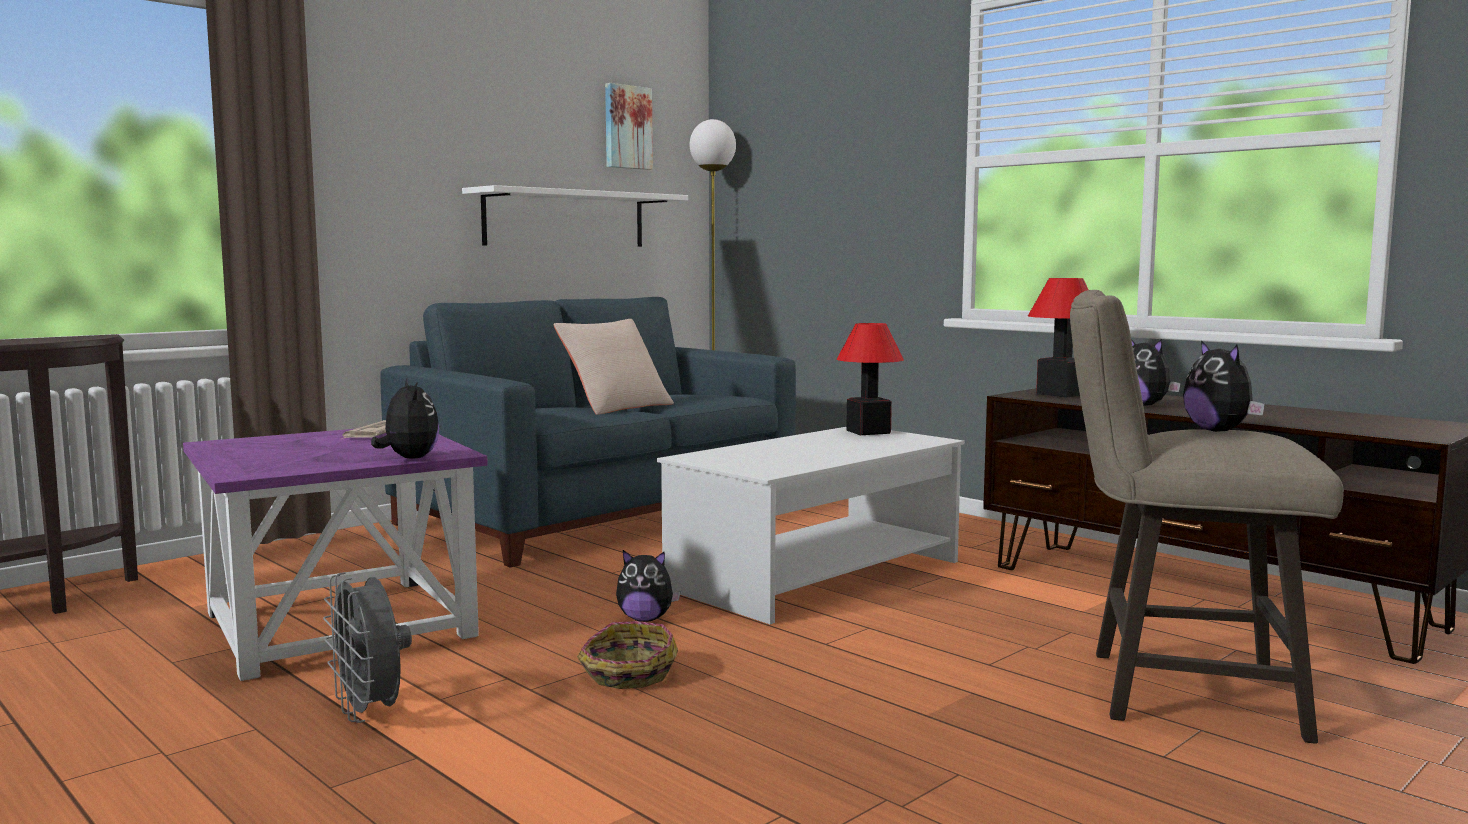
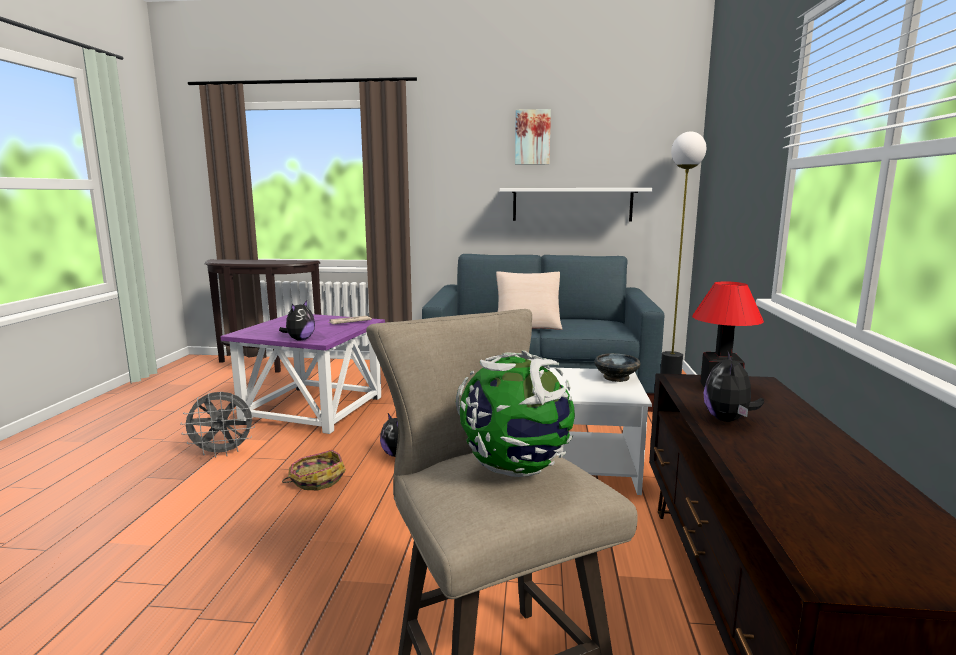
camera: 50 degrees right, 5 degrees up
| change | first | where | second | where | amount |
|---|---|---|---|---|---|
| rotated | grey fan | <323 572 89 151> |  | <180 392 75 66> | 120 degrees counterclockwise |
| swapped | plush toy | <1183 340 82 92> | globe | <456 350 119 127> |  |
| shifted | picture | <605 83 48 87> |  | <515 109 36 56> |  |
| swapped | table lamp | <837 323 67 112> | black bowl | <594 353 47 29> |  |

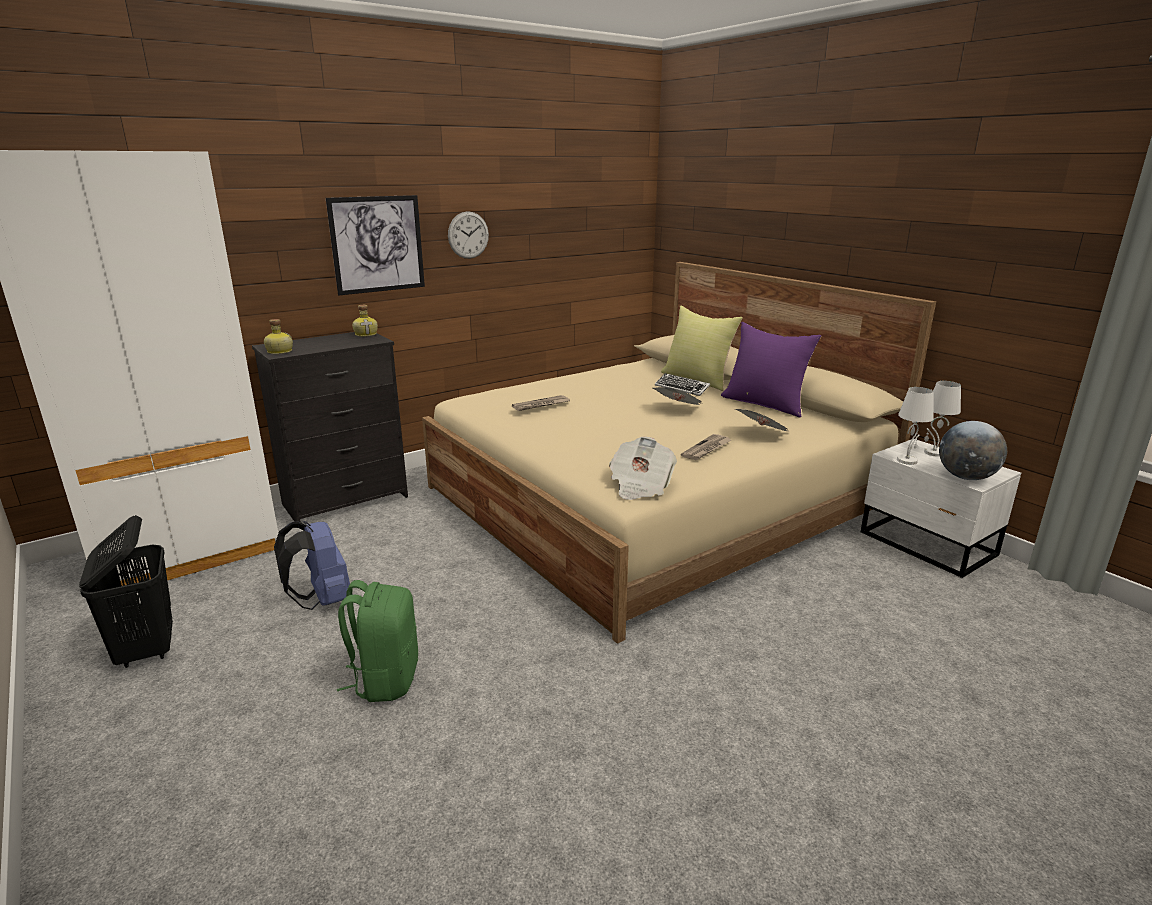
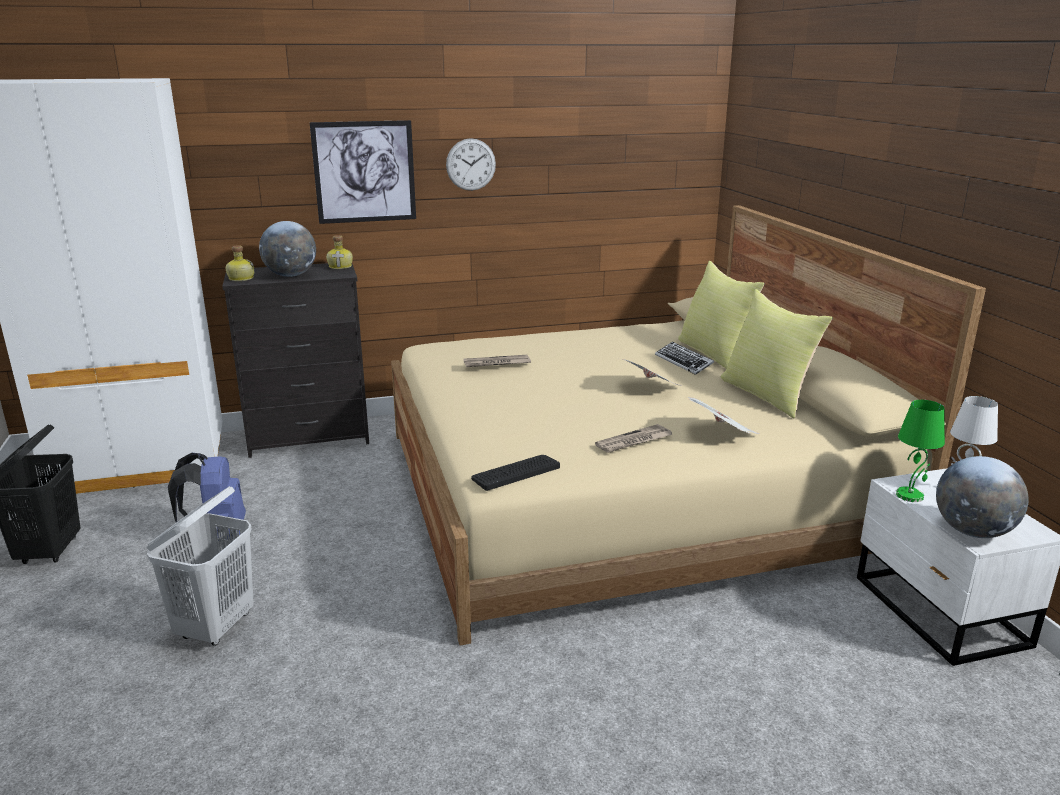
camera: 20 degrees right, 0 degrees up
| change | first | where | second | where | amount |
|---|---|---|---|---|---|
| swapped | green backpack | <337 580 81 122> | white laundry basket | <146 486 108 160> |  |
| new |  |  | globe | <259 221 57 56> |  |
| swapped | newspaper | <609 436 68 64> | keyboard | <471 455 89 36> |  |
| repainted | purple pillow | <721 322 100 96> | yellow pillow | <721 289 112 129> |  |
| repainted | white table lamp | <897 387 36 78> | green table lamp | <896 400 49 102> |  |

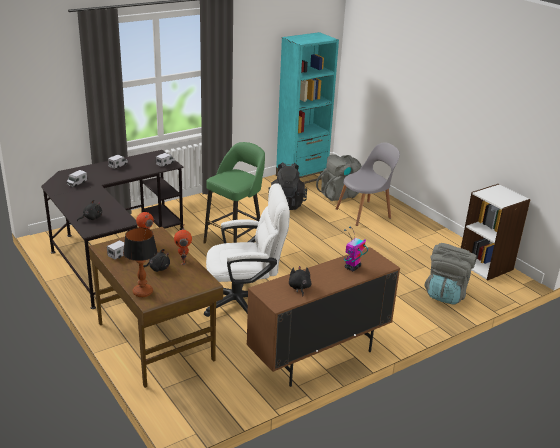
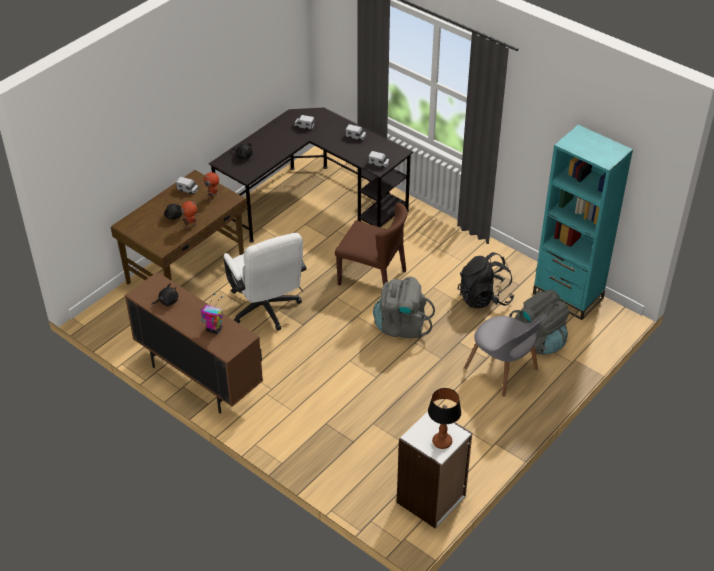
camera: 75 degrees right, 15 degrees up
| change | first | where | second | where | amount |
|---|---|---|---|---|---|
| swapped | green stool | <203 142 62 102> | brown chair | <335 203 73 83> |  |
| shifted | grey backpack | <424 243 53 62> |  | <373 277 62 62> |  |
| shifted | table lamp | <123 227 34 70> |  | <428 388 33 61> |  |

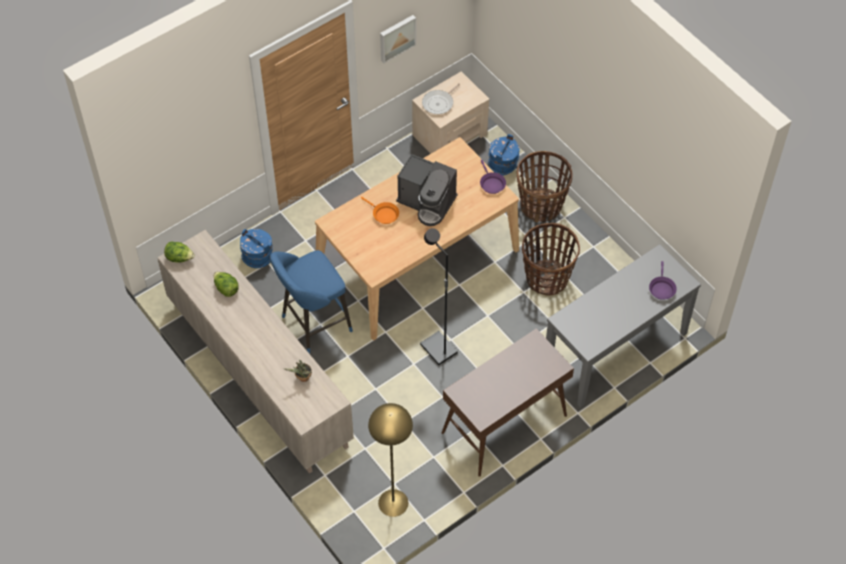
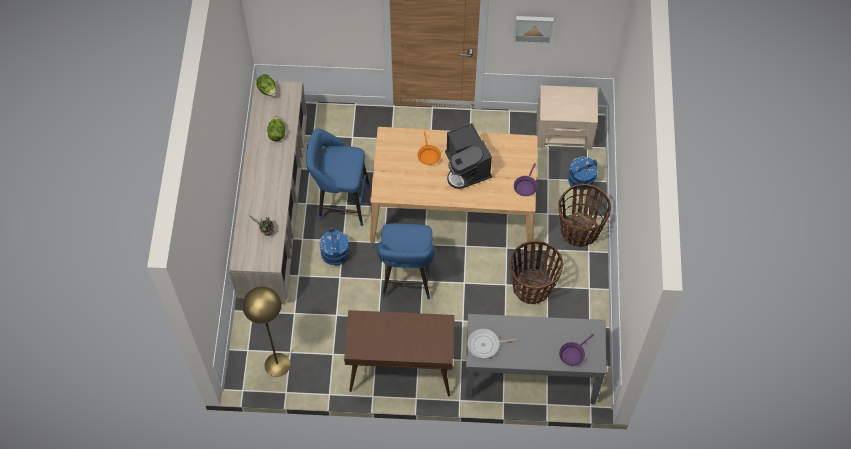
camera: 40 degrees right, 5 degrees up
| change | first | where | second | where | amount |
|---|---|---|---|---|---|
| shifted | blue bucket | <240 229 33 39> |  | <319 228 30 37> |  |
| swapped | black floor lamp | <420 228 38 137> | blue stool | <377 223 58 76> |  |
| shifted | frying pan | <422 84 38 30> |  | <467 329 50 29> |  |

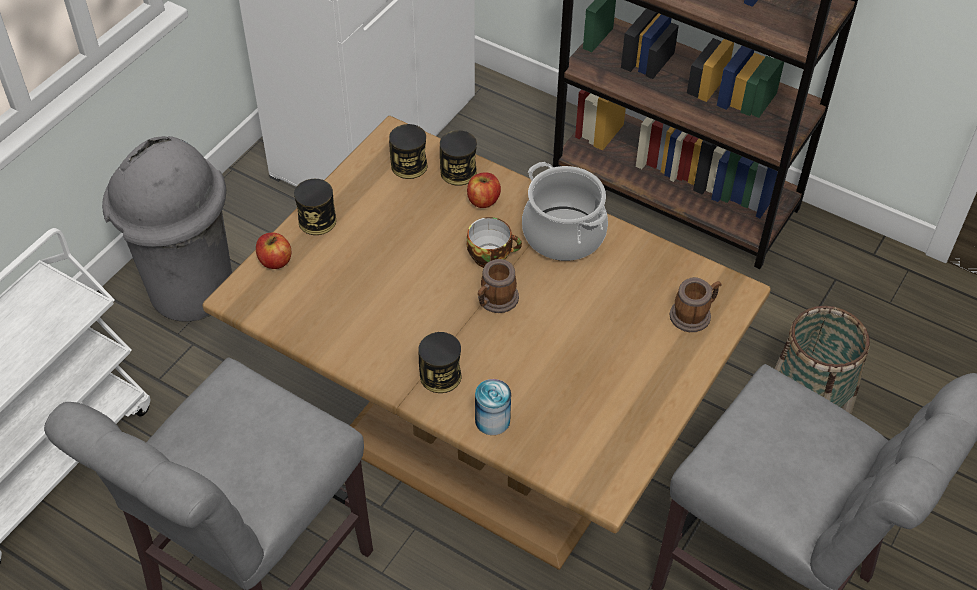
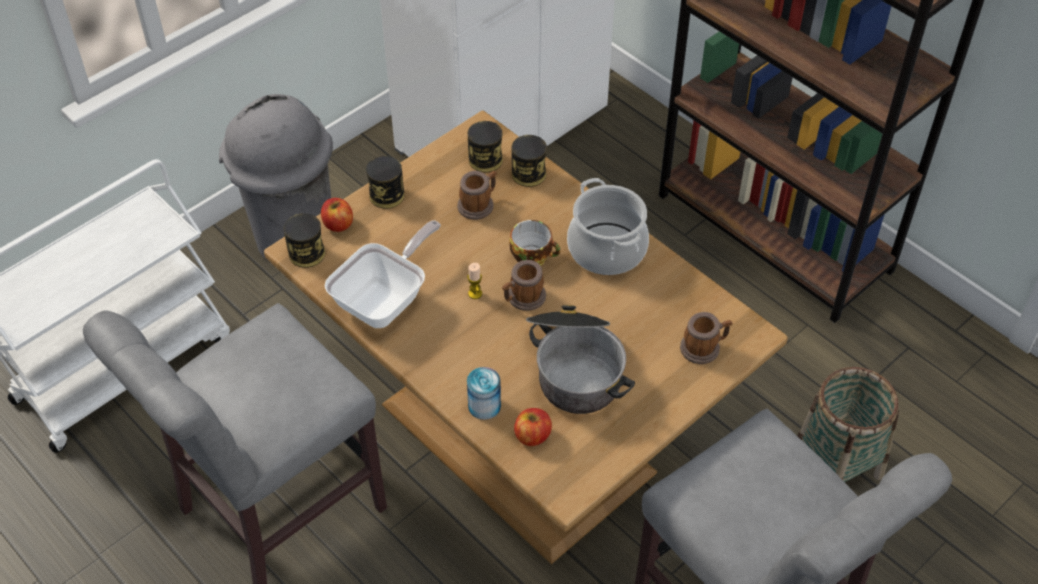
camera: 15 degrees right, 0 degrees up
| change | first | where | second | where | amount |
|---|---|---|---|---|---|
| shifted | can | <418 332 43 61> |  | <284 213 41 55> |  |
| new |  |  | frying pan | <325 220 116 108> |  |
| new |  |  | mug | <457 171 40 49> |  |
| new |  |  | candle | <467 263 15 36> |  |
| shifted | apple | <467 173 34 35> |  | <514 408 38 38> |  |
| new |  |  | cooking pot | <526 305 109 109> |  |

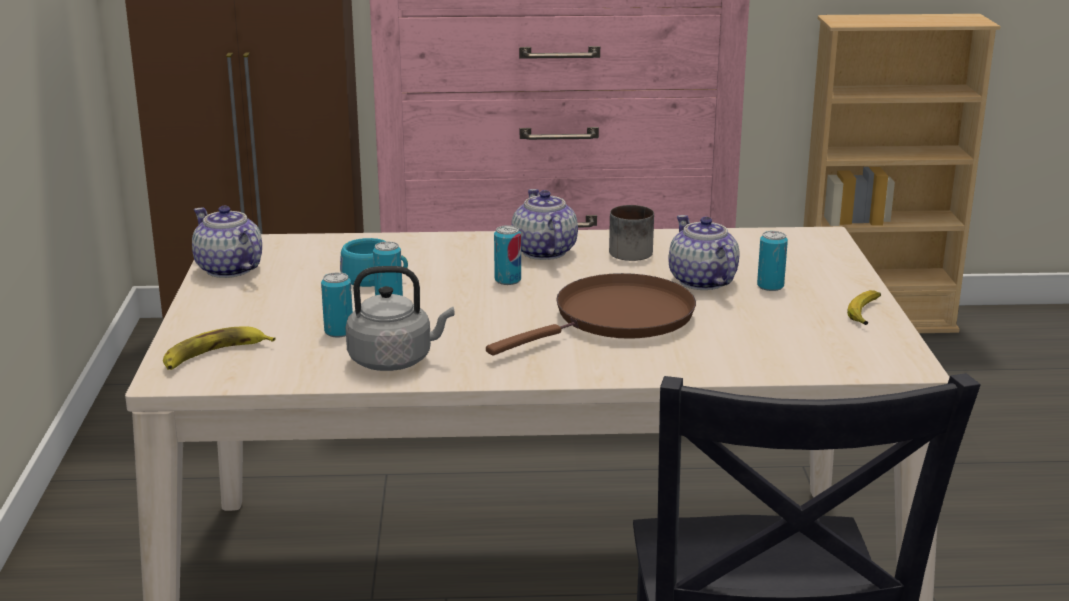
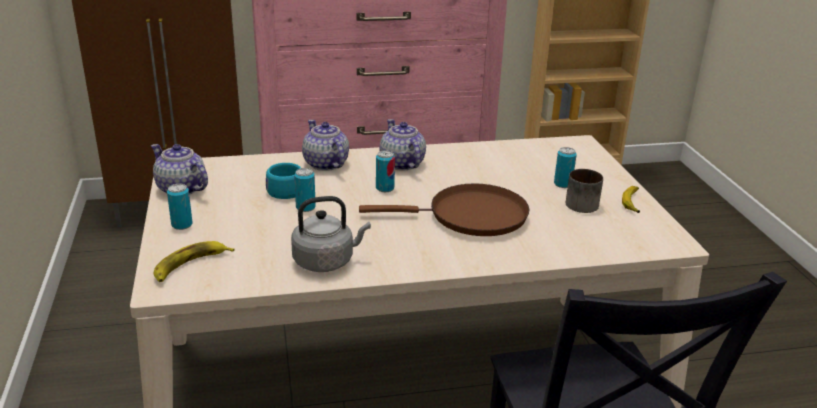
camera: 10 degrees left, 5 degrees up
| change | first | where | second | where | amount |
|---|---|---|---|---|---|
| shifted | can | <321 272 32 65> |  | <167 184 26 46> |  |
| shifted | teapot | <668 215 71 75> |  | <302 120 47 51> |  |
| rotated | brown frying pan | <486 273 210 82> |  | <359 183 170 53> | 45 degrees clockwise |
| shifted | mug | <609 205 45 56> |  | <565 169 38 44> |  |

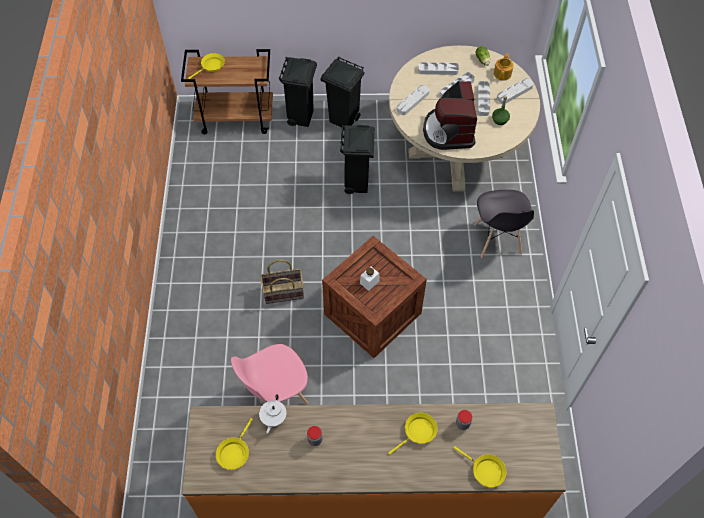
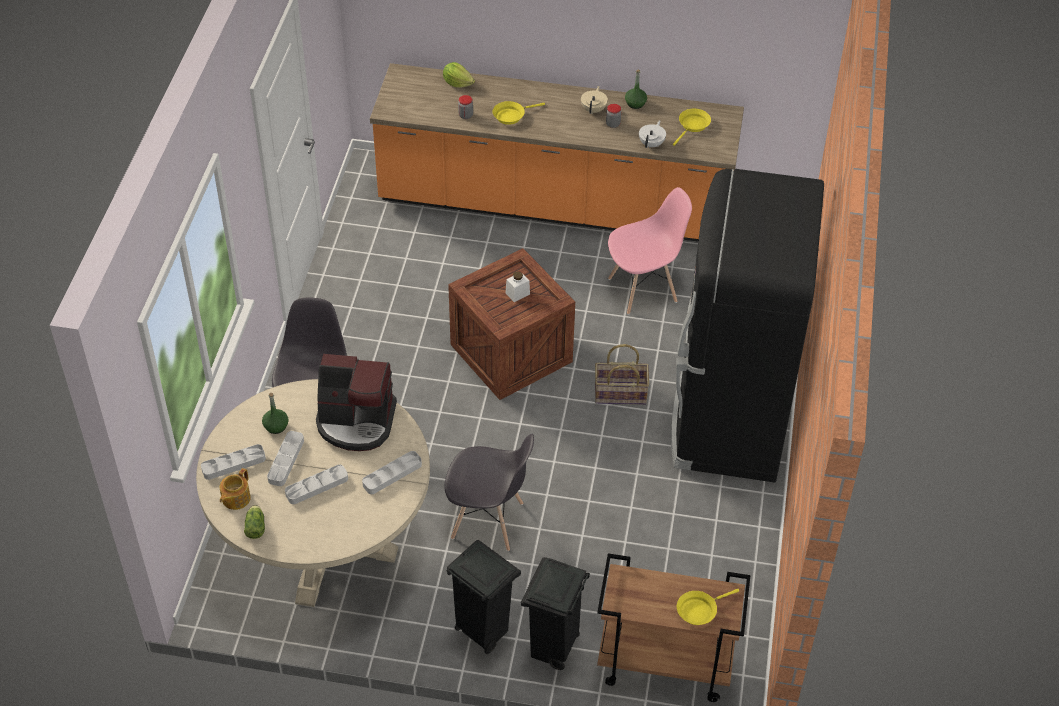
camera: 170 degrees left, 10 degrees down
| change | first | where | second | where | amount |
|---|---|---|---|---|---|
| rotated | coffee machine | <423 81 54 69> |  | <316 354 81 97> | 90 degrees clockwise |
| swapped | yellow frying pan | <454 446 52 41> | lettuce | <443 62 32 26> |  |
| swapped | black trash can | <340 125 35 69> | grey chair | <444 434 90 117> |  |
| new |  |  | beige teapot | <581 86 27 28> |  |
| new |  |  | green bottle | <625 70 22 39> |  |
| new |  |  | black fridge | <671 169 153 313> |  |
| gone | grey tray | <418 62 41 13> |  |  |  |

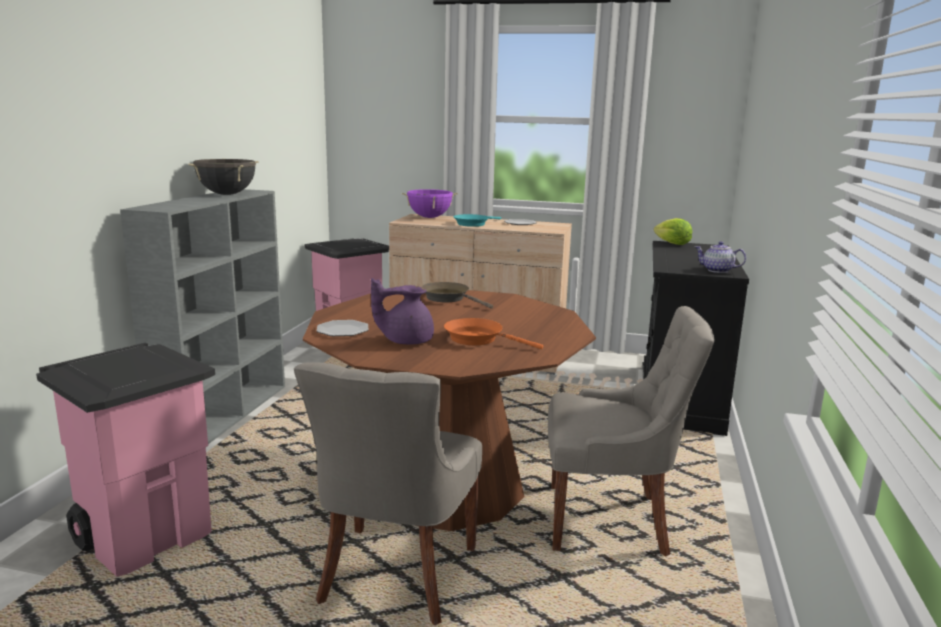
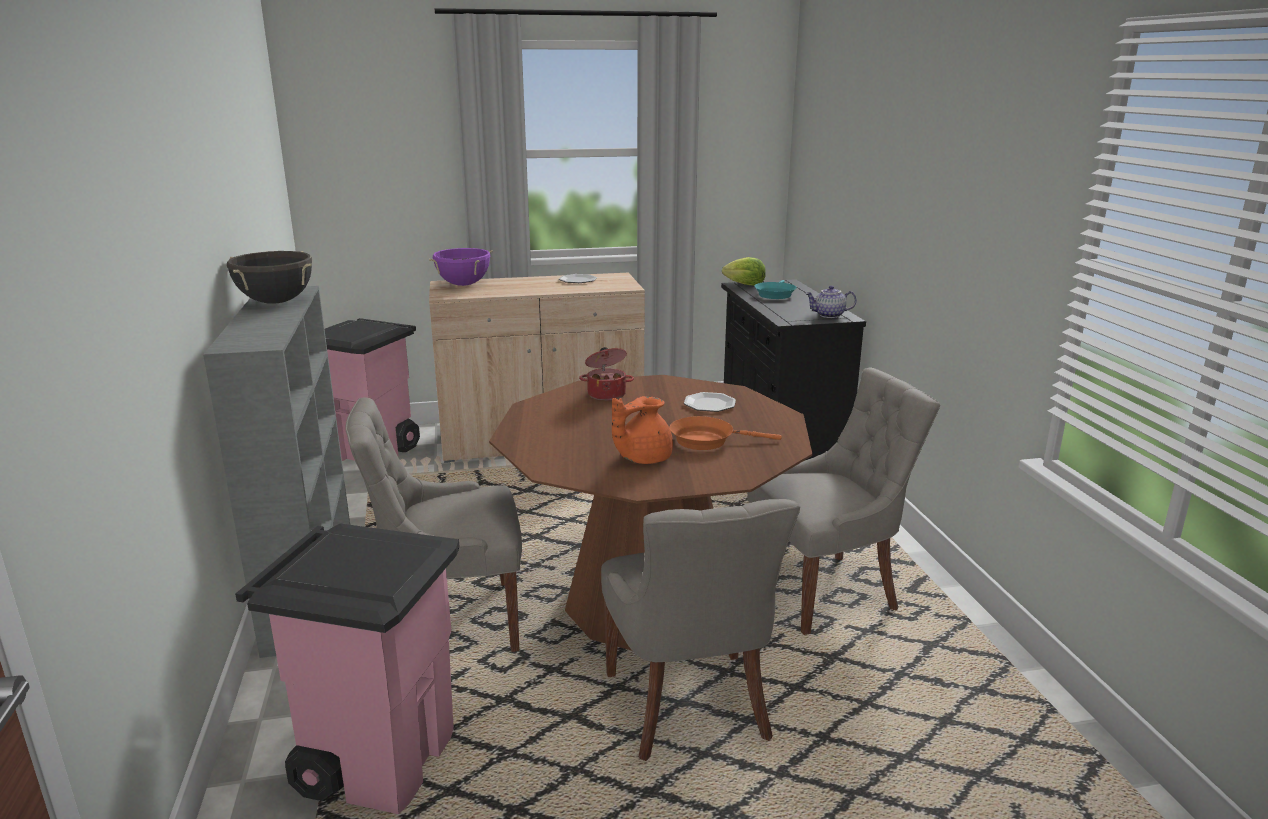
camera: 25 degrees left, 5 degrees up
| change | first | where | second | where | amount |
|---|---|---|---|---|---|
| new |  |  | grey chair | <345 398 177 254> |  |
| swapped | brown frying pan | <421 282 72 27> | cooking pot | <579 347 55 53> |  |
| repainted | purple teapot | <371 278 63 66> | orange teapot | <612 396 61 68> |  |
| shifted | plate | <317 320 51 16> |  | <684 392 52 20> |  |
| shifted | turquoise frying pan | <453 214 48 13> |  | <754 280 43 19> |  |

